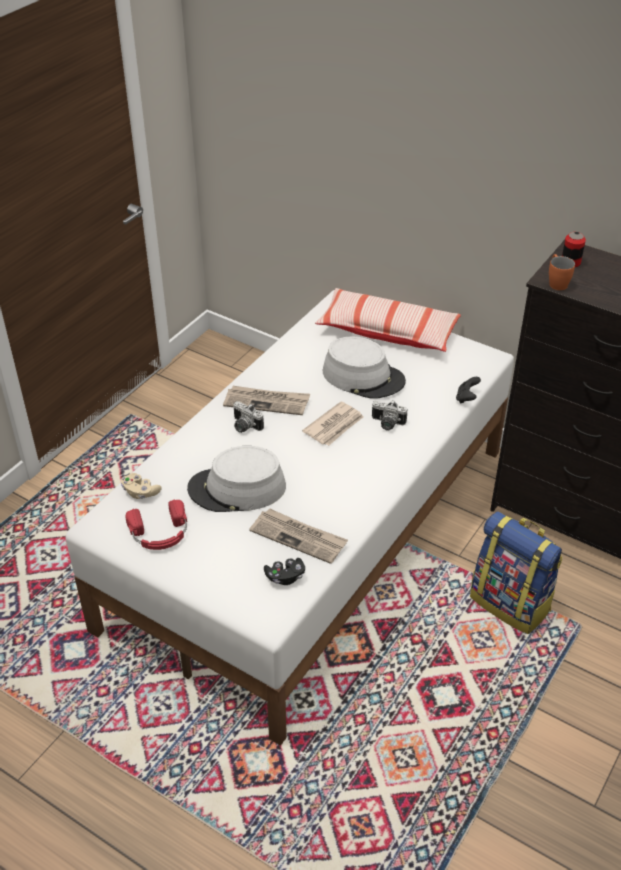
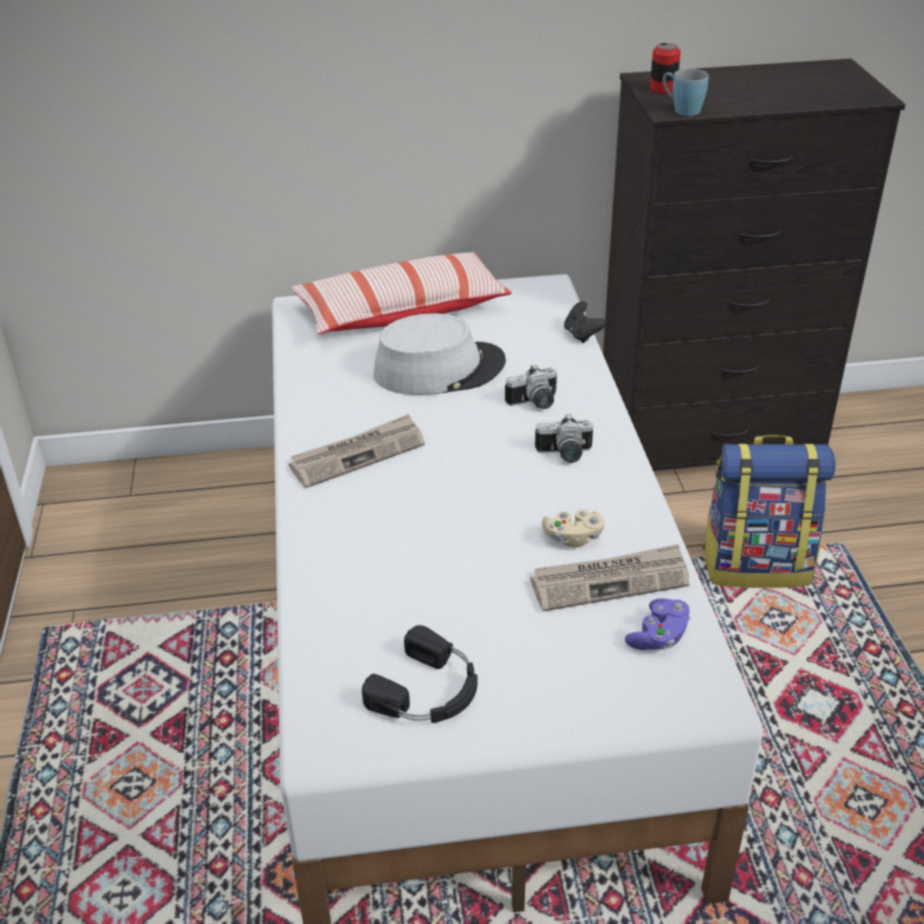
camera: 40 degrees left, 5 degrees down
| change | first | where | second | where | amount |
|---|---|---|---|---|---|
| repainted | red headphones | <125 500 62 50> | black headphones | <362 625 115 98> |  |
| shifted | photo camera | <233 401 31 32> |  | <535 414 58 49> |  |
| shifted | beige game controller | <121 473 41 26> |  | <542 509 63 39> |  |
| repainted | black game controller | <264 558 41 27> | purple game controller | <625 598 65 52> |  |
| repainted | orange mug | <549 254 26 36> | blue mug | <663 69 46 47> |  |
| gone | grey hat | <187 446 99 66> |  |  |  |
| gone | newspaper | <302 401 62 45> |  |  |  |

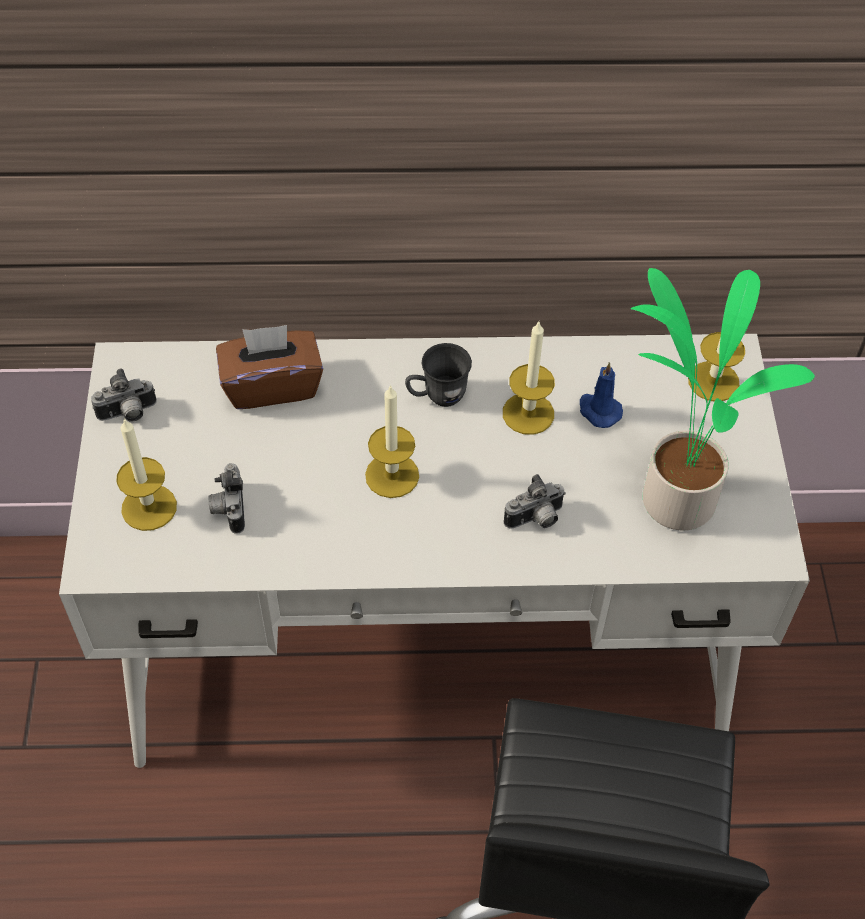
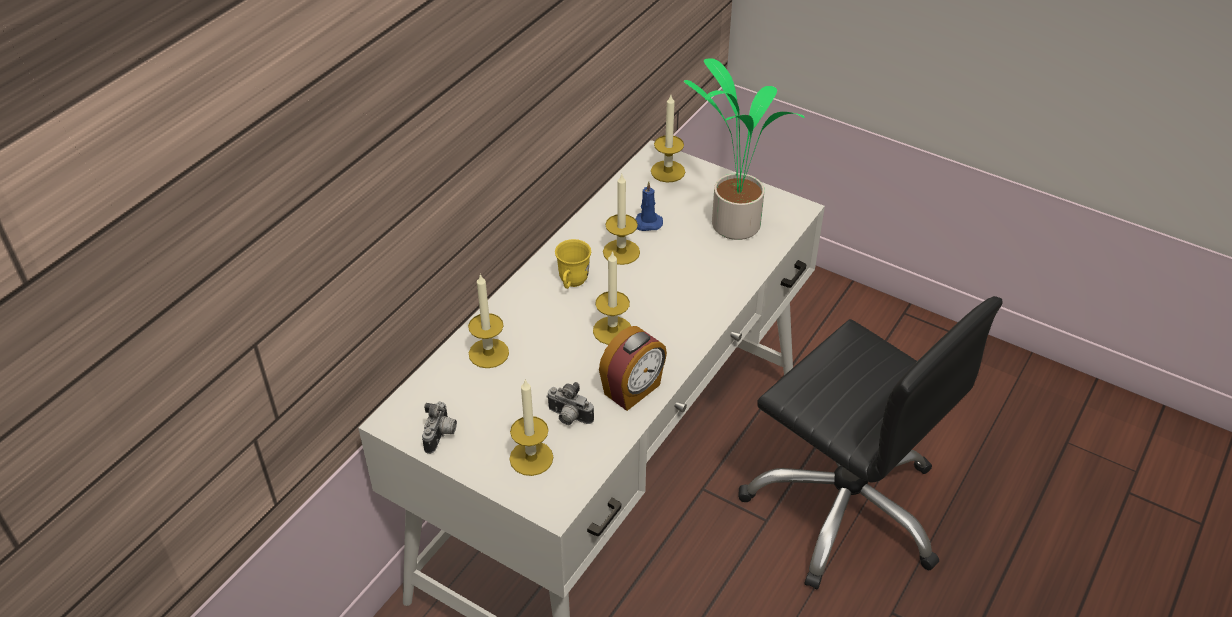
camera: 55 degrees left, 10 degrees down
| change | first | where | second | where | amount |
|---|---|---|---|---|---|
| swapped | brown tissue box | <216 325 107 84> | candle | <468 273 41 95> |  |
| repainted | grey mug | <405 343 67 64> | yellow mug | <555 239 36 50> |  |
| new |  |  | alarm clock | <599 326 68 85> |  |
| gone | photo camera | <503 474 63 55> |  |  |  |

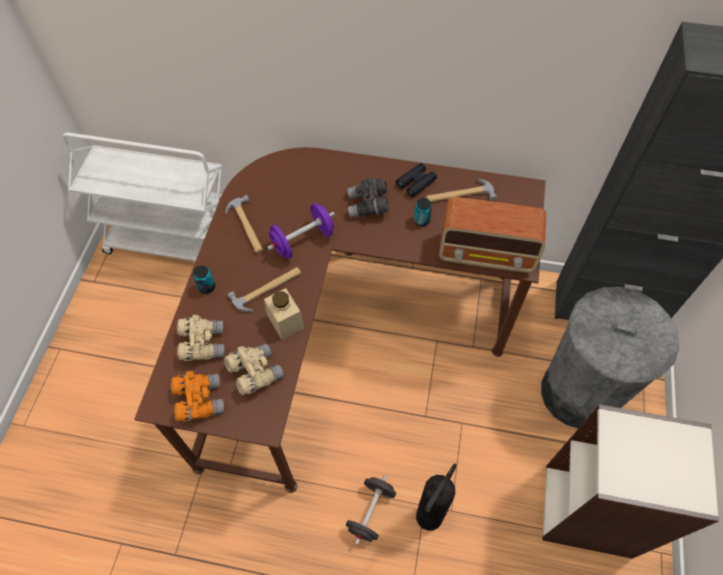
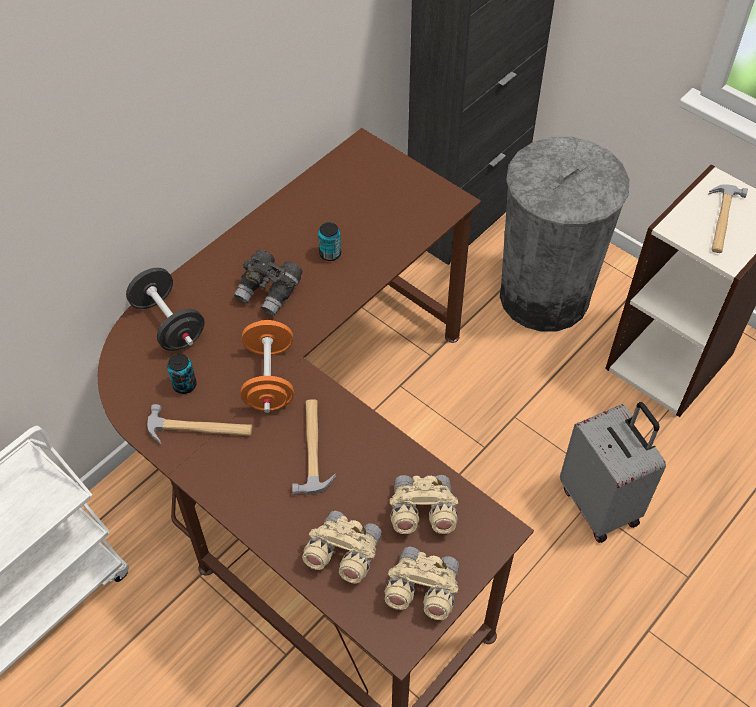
camera: 60 degrees left, 5 degrees down
| change | first | where | second | where | amount |
|---|---|---|---|---|---|
| shifted | black dumbbell | <346 475 50 70> |  | <126 268 79 83> |  |
| shifted | can | <193 265 22 29> |  | <167 354 29 40> |  |
| repainted | purple dumbbell | <267 203 68 56> | orange dumbbell | <241 320 53 93> |  |
| repainted | orange binoculars | <171 371 53 51> | beige binoculars | <385 547 74 73> |  |
| swapped | fire extinguisher | <416 463 41 68> | grey suitcase | <560 402 106 141> |  |
| shifted | hammer | <426 178 71 24> |  | <708 184 40 69> |  |
| gone | beige jar | <264 288 41 52> |  |  |  |
| gone | black binoculars | <396 163 41 34> |  |  |  |
| gone | radio | <439 197 108 76> |  |  |  |

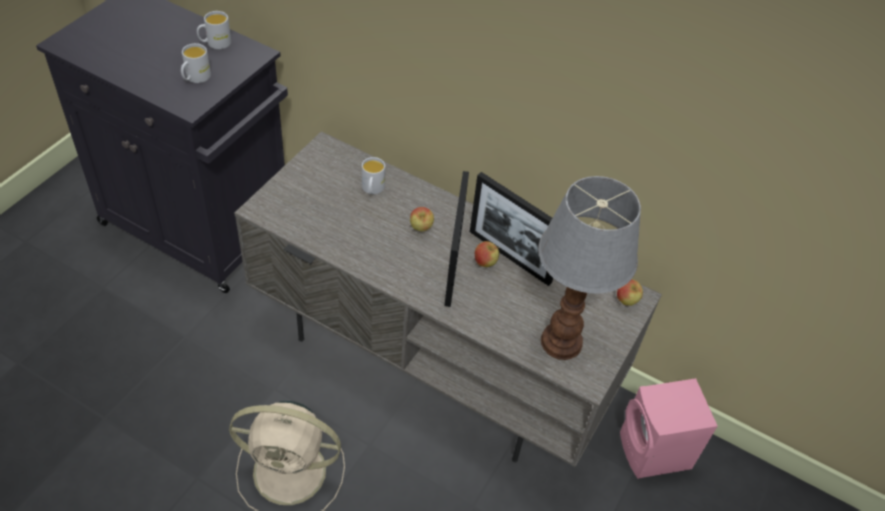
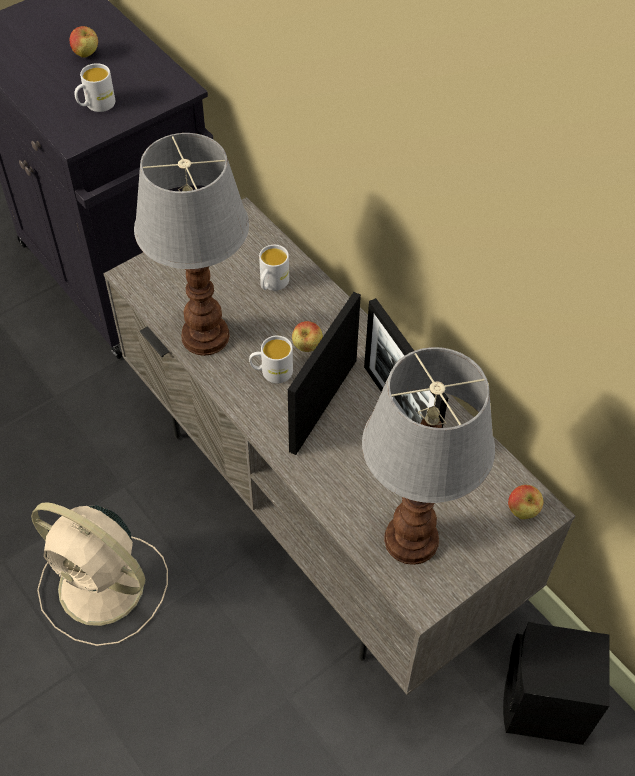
camera: 25 degrees right, 5 degrees up
| change | first | where | second | where | amount |
|---|---|---|---|---|---|
| shifted | apple | <475 241 25 26> |  | <70 26 28 32> |  |
| new |  |  | table lamp | <134 133 115 223> |  |
| shifted | white mug | <197 11 34 38> |  | <249 336 44 47> |  |
| repainted | pink speaker | <620 378 98 101> | black speaker | <503 622 107 123> |  |

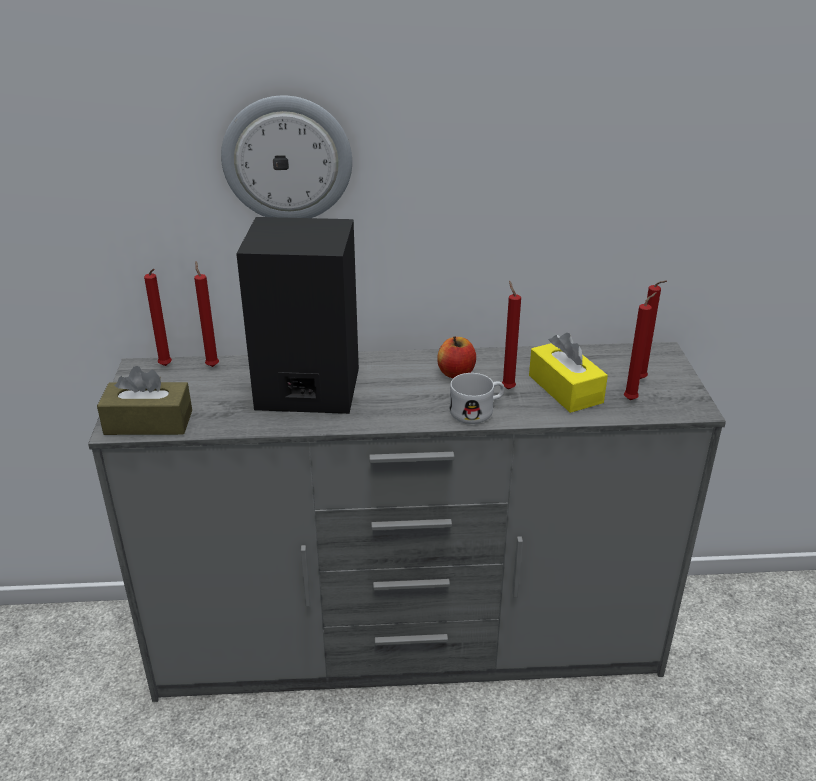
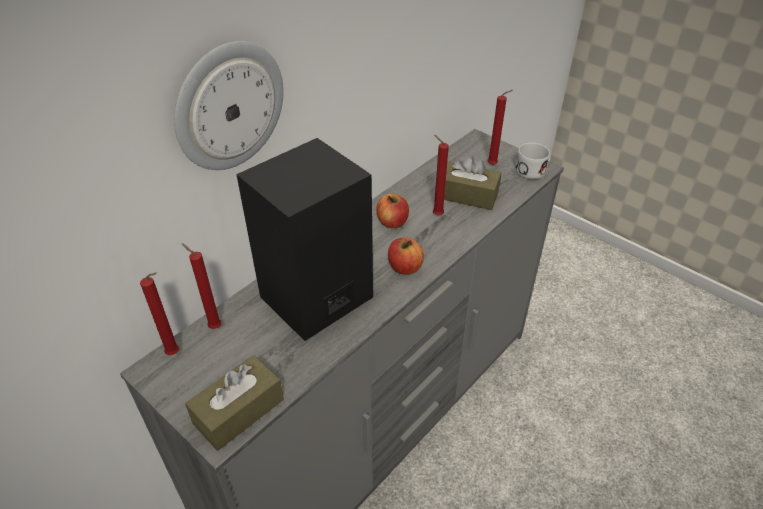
camera: 45 degrees left, 10 degrees up
| change | first | where | second | where | amount |
|---|---|---|---|---|---|
| new |  |  | apple | <388 237 36 38> |  |
| repainted | yellow tissue box | <529 333 79 80> | brown tissue box | <444 155 57 55> |  |
| shifted | white mug | <449 373 56 51> |  | <515 143 35 36> |  |
| gone | red candle | <624 292 33 108> |  |  |  |

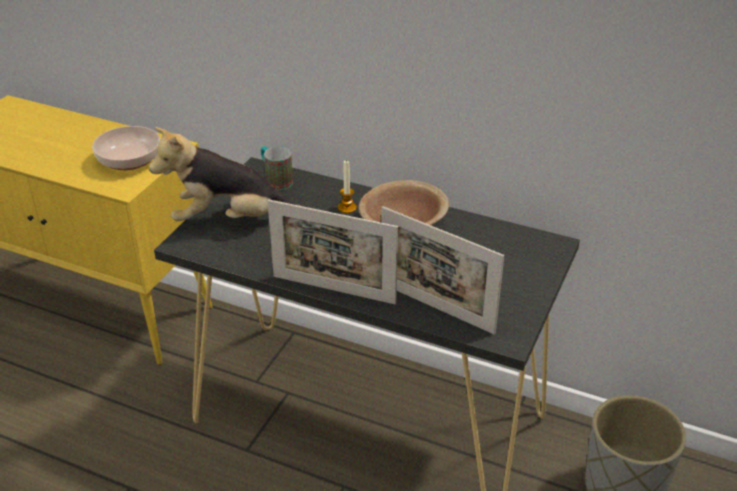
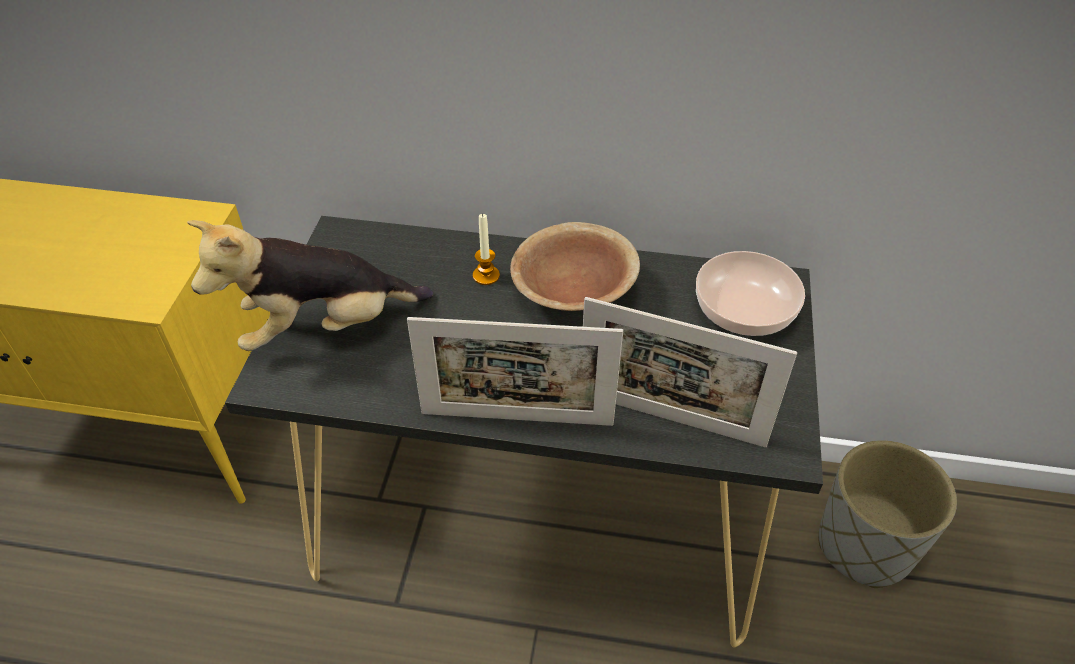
camera: 15 degrees left, 10 degrees up
| change | first | where | second | where | amount |
|---|---|---|---|---|---|
| shifted | bowl | <92 126 68 44> |  | <696 251 109 85> |  |
| gone | mug | <261 146 32 45> |  |  |  |

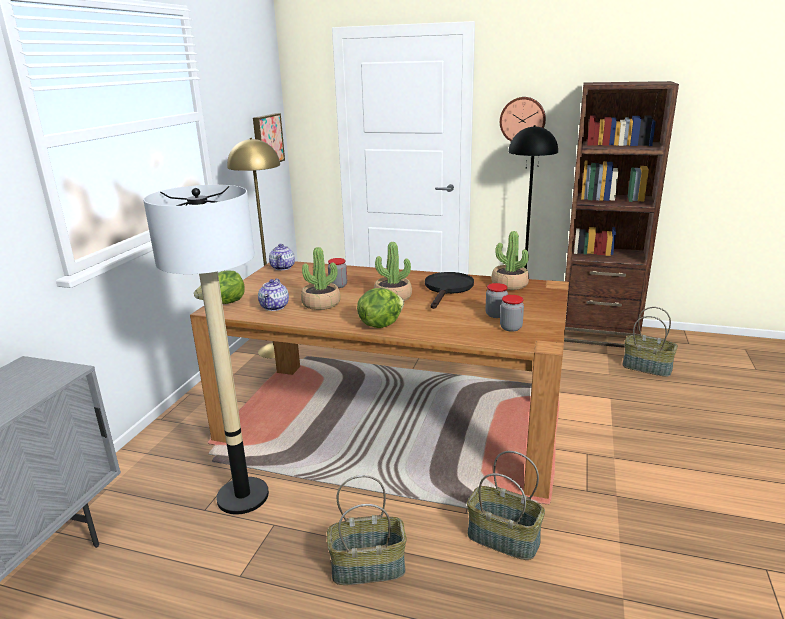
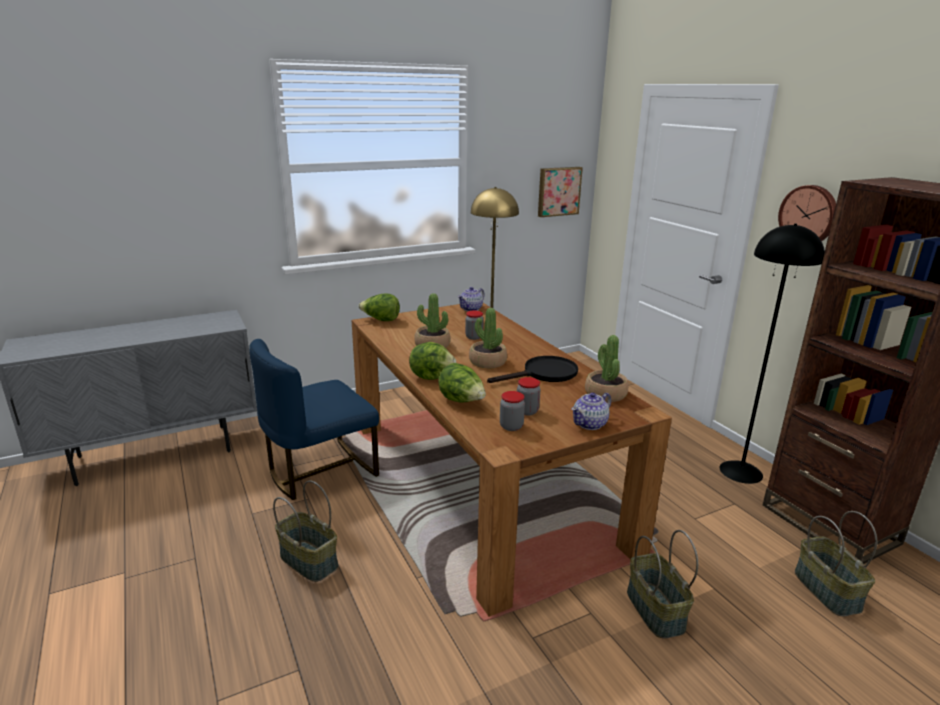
camera: 45 degrees right, 0 degrees up
| change | first | where | second | where | amount |
|---|---|---|---|---|---|
| swapped | floor lamp | <143 185 126 330> | blue chair | <249 339 130 161> |  |
| new |  |  | lettuce | <438 363 48 40> |  |
| shifted | teapot | <258 278 31 33> |  | <571 392 40 38> |  |
| shifted | basket | <467 451 78 109> |  | <627 530 71 109> |  |

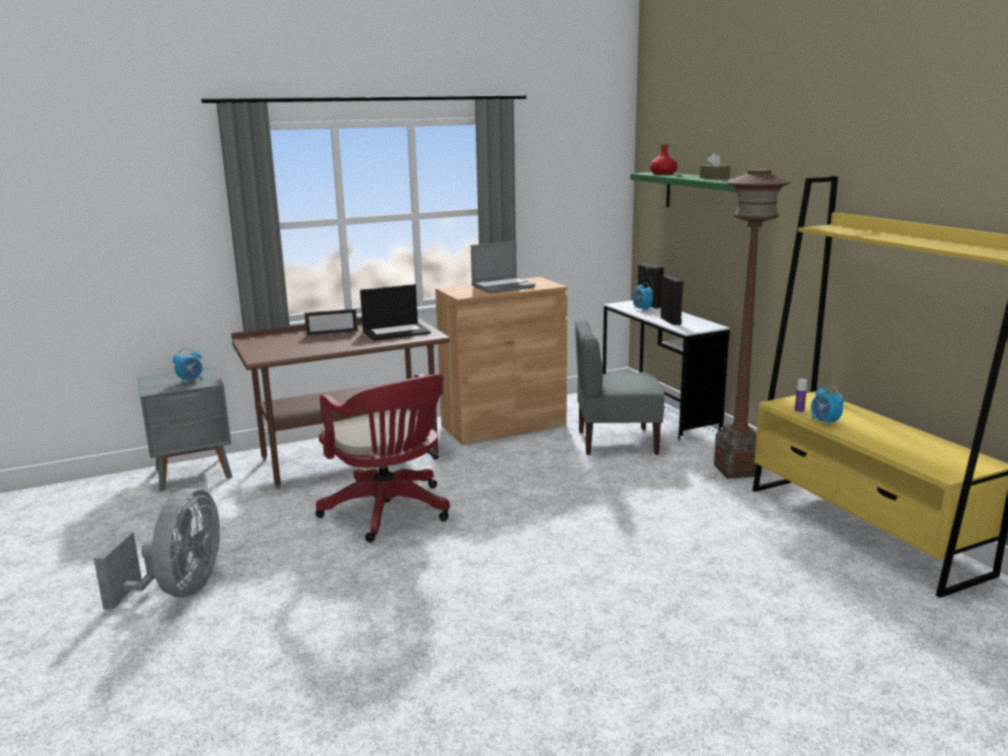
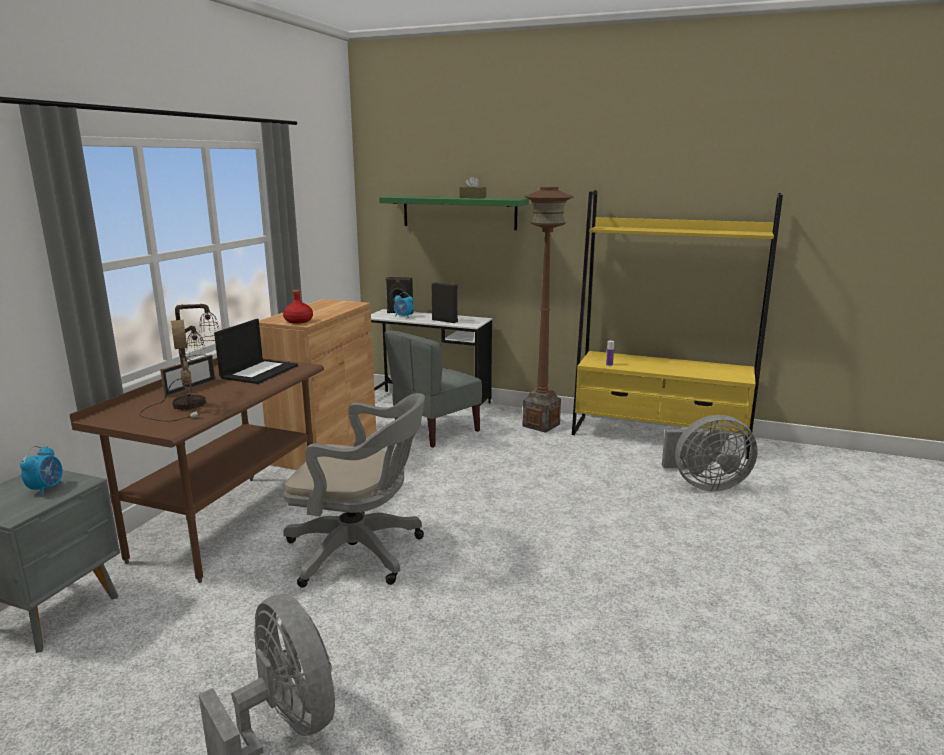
camera: 45 degrees left, 0 degrees up
| change | first | where | second | where | amount |
|---|---|---|---|---|---|
| new |  |  | table lamp | <140 304 82 117> |  |
| shifted | red bottle | <650 143 28 32> |  | <283 290 30 34> |  |
| repainted | red office chair | <316 374 134 168> | grey office chair | <283 393 142 195> |  |
| new |  |  | grey fan | <662 415 96 77> |  |
| gone | laptop | <471 241 65 52> |  |  |  |
| gone | alarm clock | <811 385 33 42> |  |  |  |

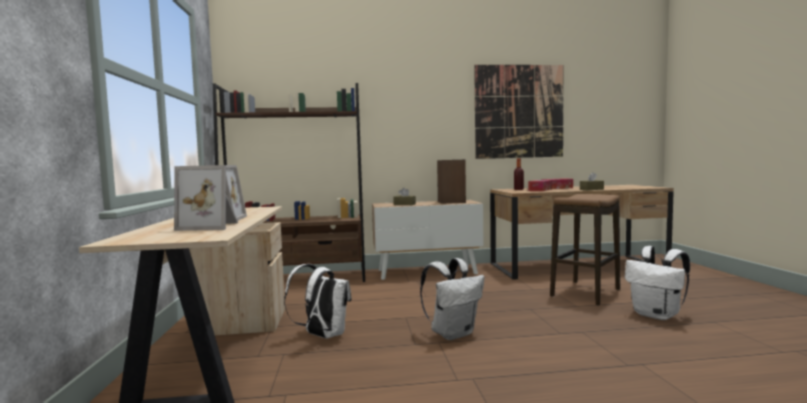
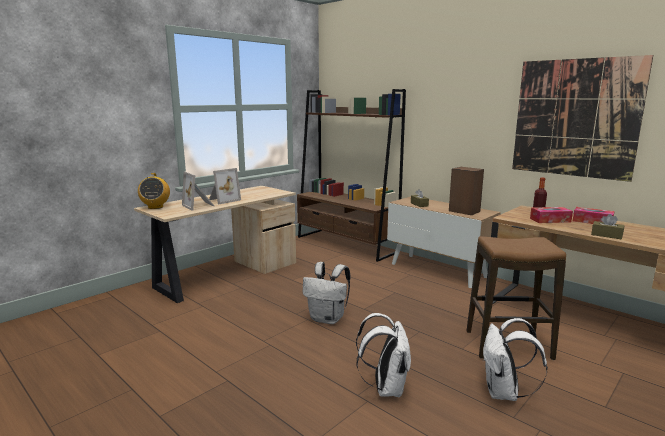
camera: 50 degrees right, 10 degrees up
| change | first | where | second | where | amount |
|---|---|---|---|---|---|
| new |  |  | radio | <138 173 32 36> |  |
| shifted | white backpack | <284 264 68 75> |  | <356 313 55 85> |  |

